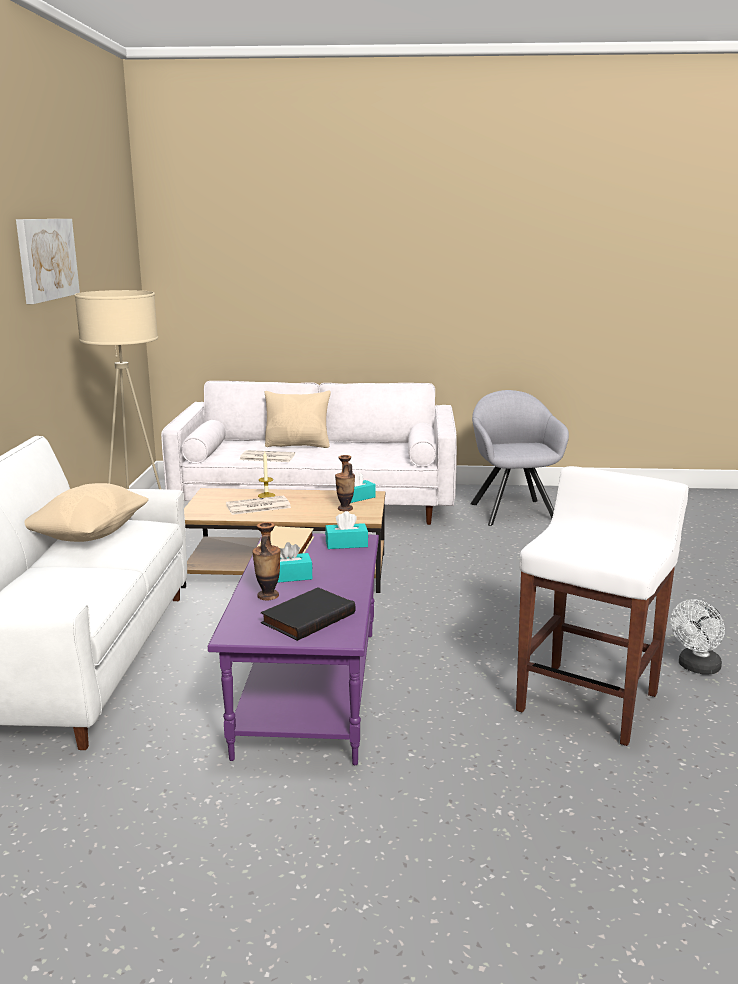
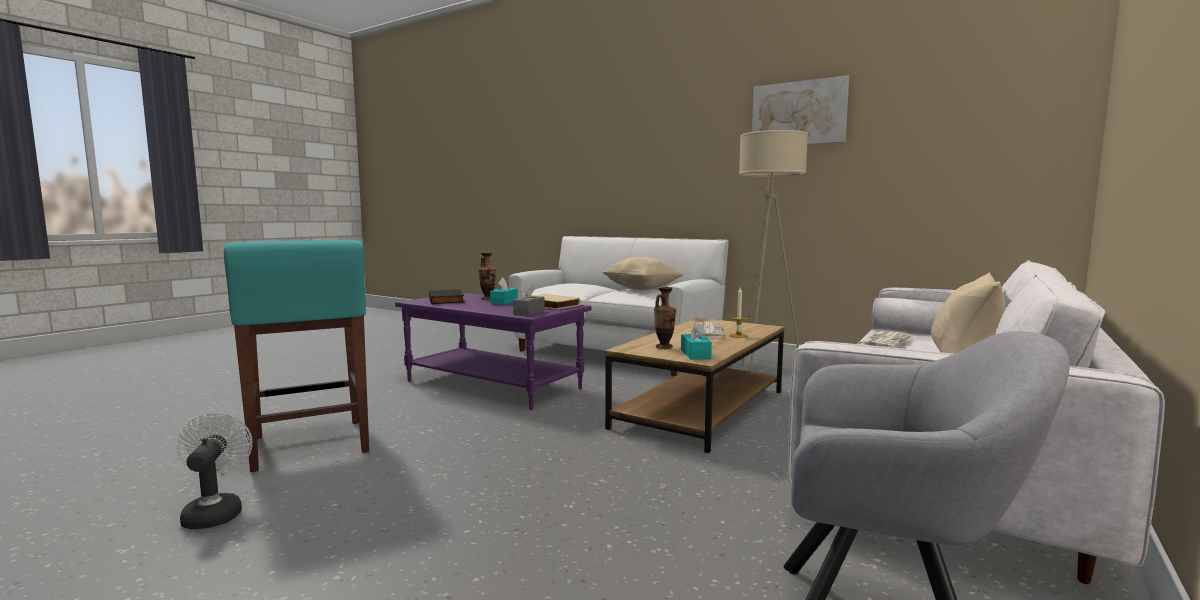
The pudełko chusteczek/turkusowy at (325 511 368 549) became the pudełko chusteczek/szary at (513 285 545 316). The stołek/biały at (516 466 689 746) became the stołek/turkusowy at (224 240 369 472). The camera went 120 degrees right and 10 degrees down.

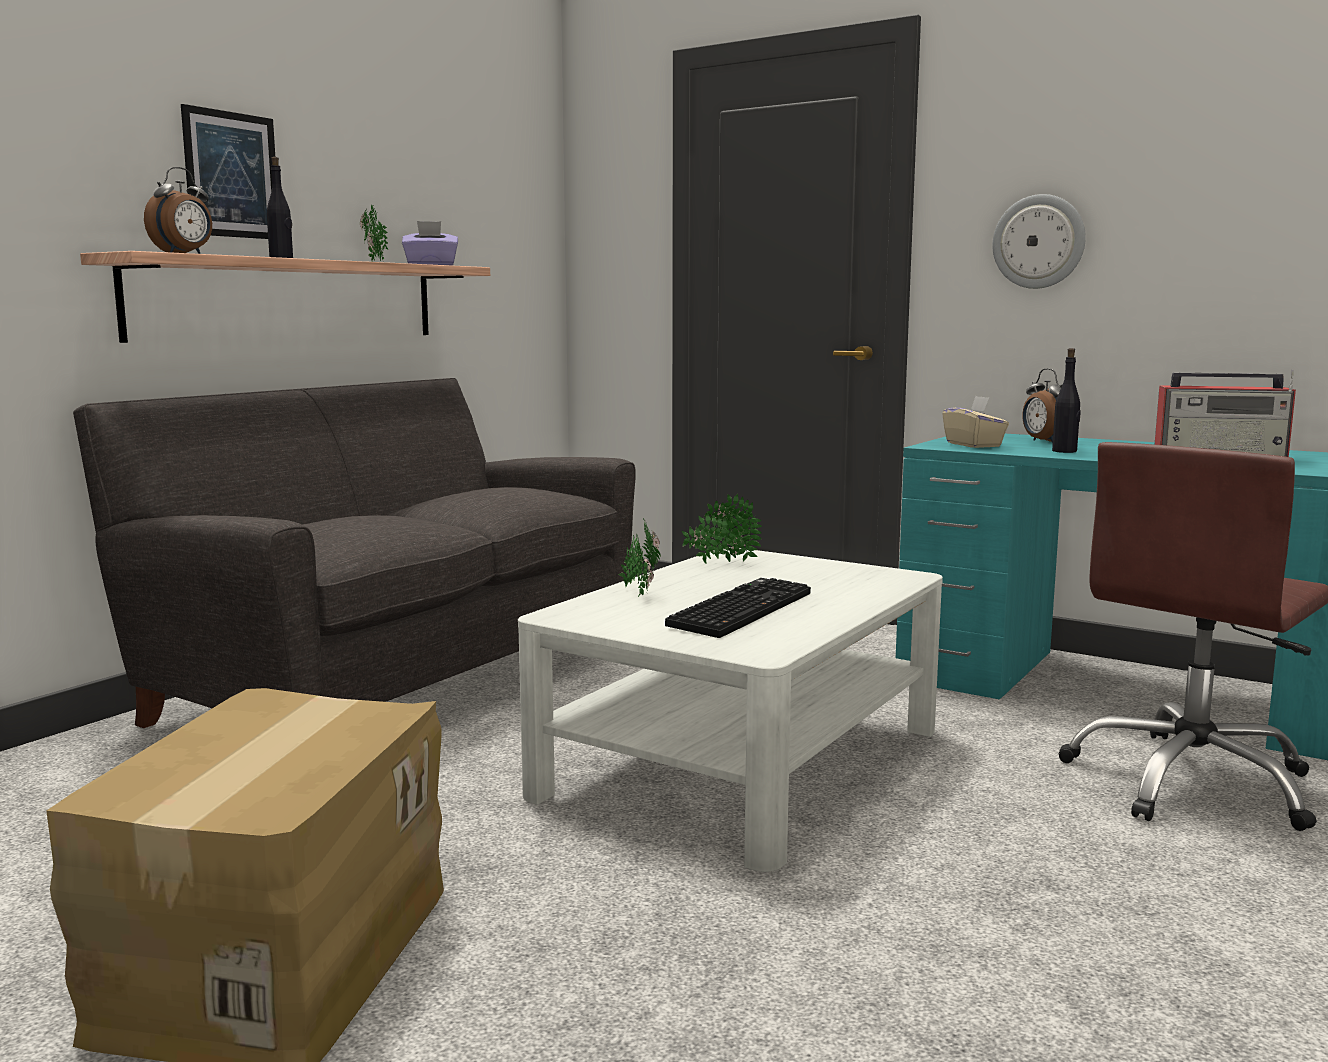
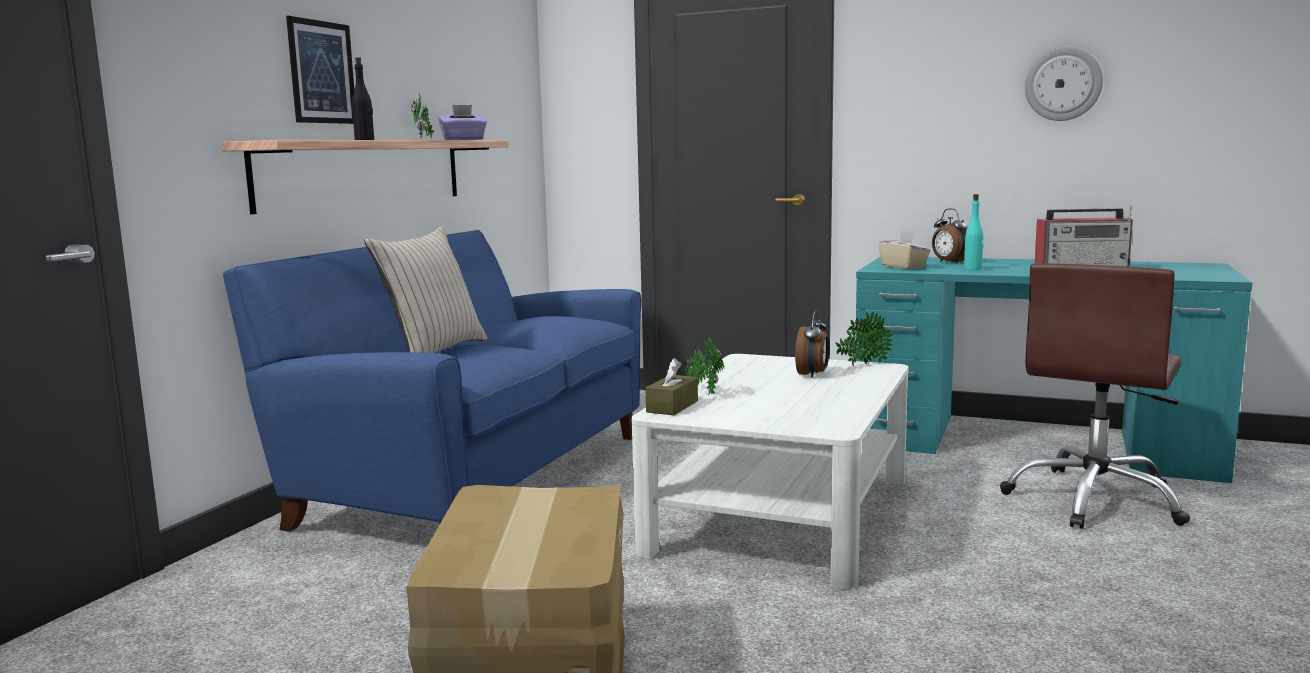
The kanapa/szary at (73 378 636 728) became the kanapa/niebieski at (223 230 641 532). The budzik moved from (144 167 212 254) to (795 311 829 378). The klawiatura at (665 578 811 638) disappeared. The roślina doniczkowa moved from (682 494 762 564) to (836 311 893 366). The zegar ścienny moved from (992 194 1086 289) to (1025 47 1103 121). The butelka/czarny at (1052 348 1081 453) became the butelka/turkusowy at (964 194 984 270). The poduszka/beżowy at (364 226 487 353) appeared. The pudełko chusteczek/brązowy at (645 358 698 415) appeared. The camera went 10 degrees left and 0 degrees up.

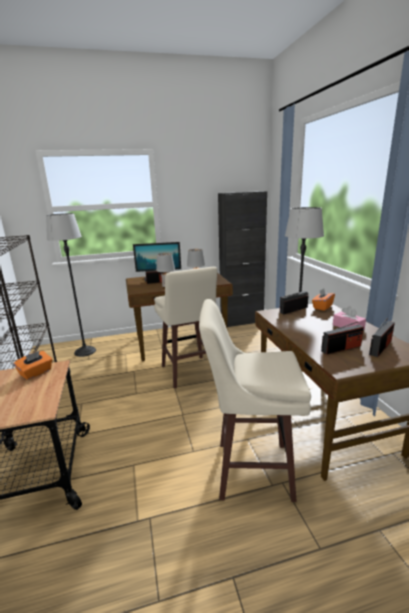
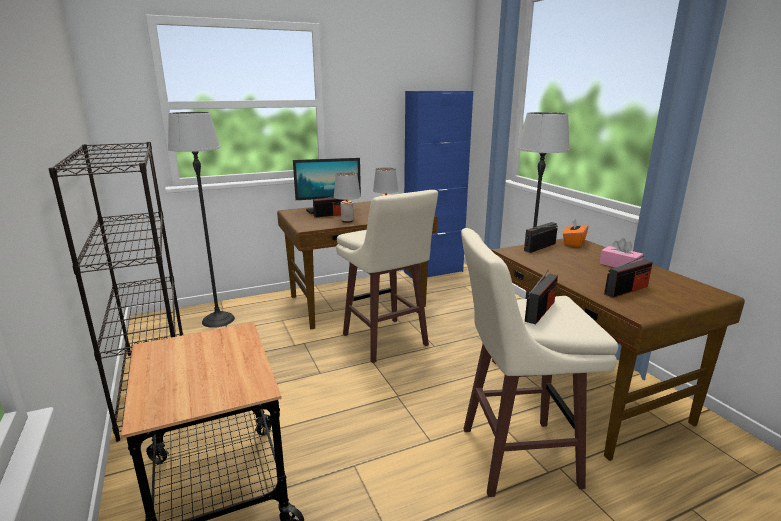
The pudełko chusteczek/pomarańczowy at (13 351 52 380) disappeared. The szafka/czarny at (218 191 267 327) became the szafka/niebieski at (404 91 473 279). The radio moved from (369 318 395 357) to (525 269 558 325). The camera went 10 degrees left and 0 degrees up.

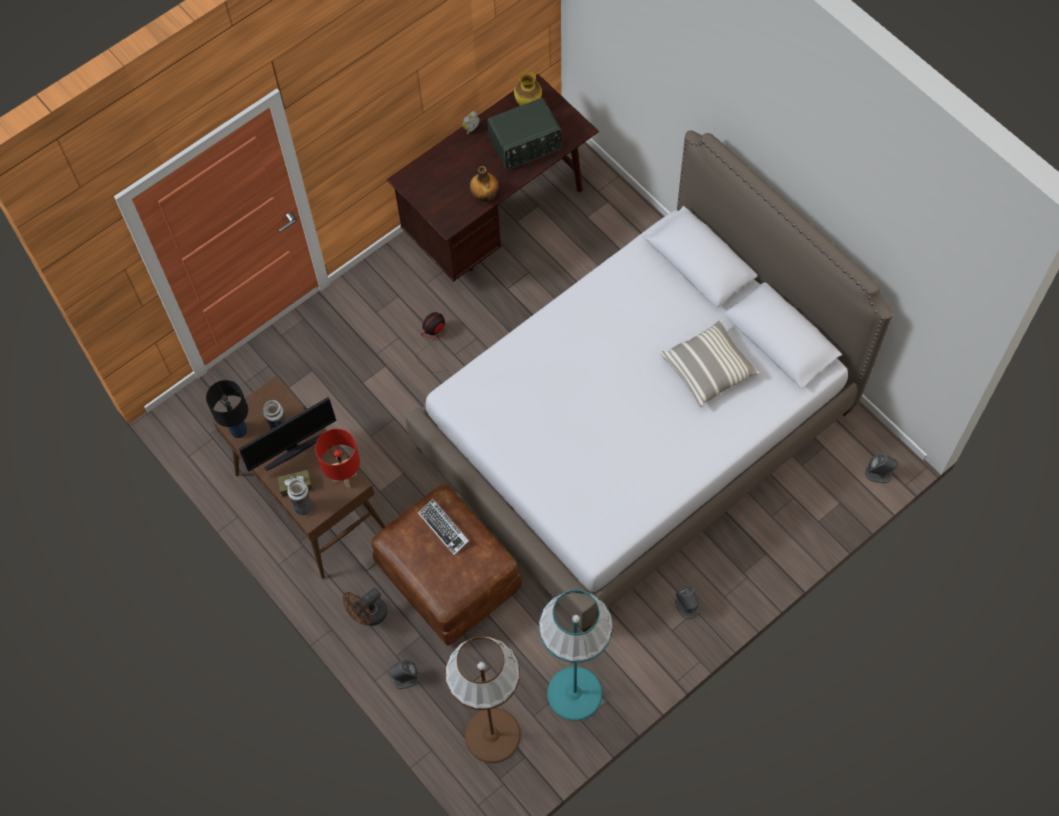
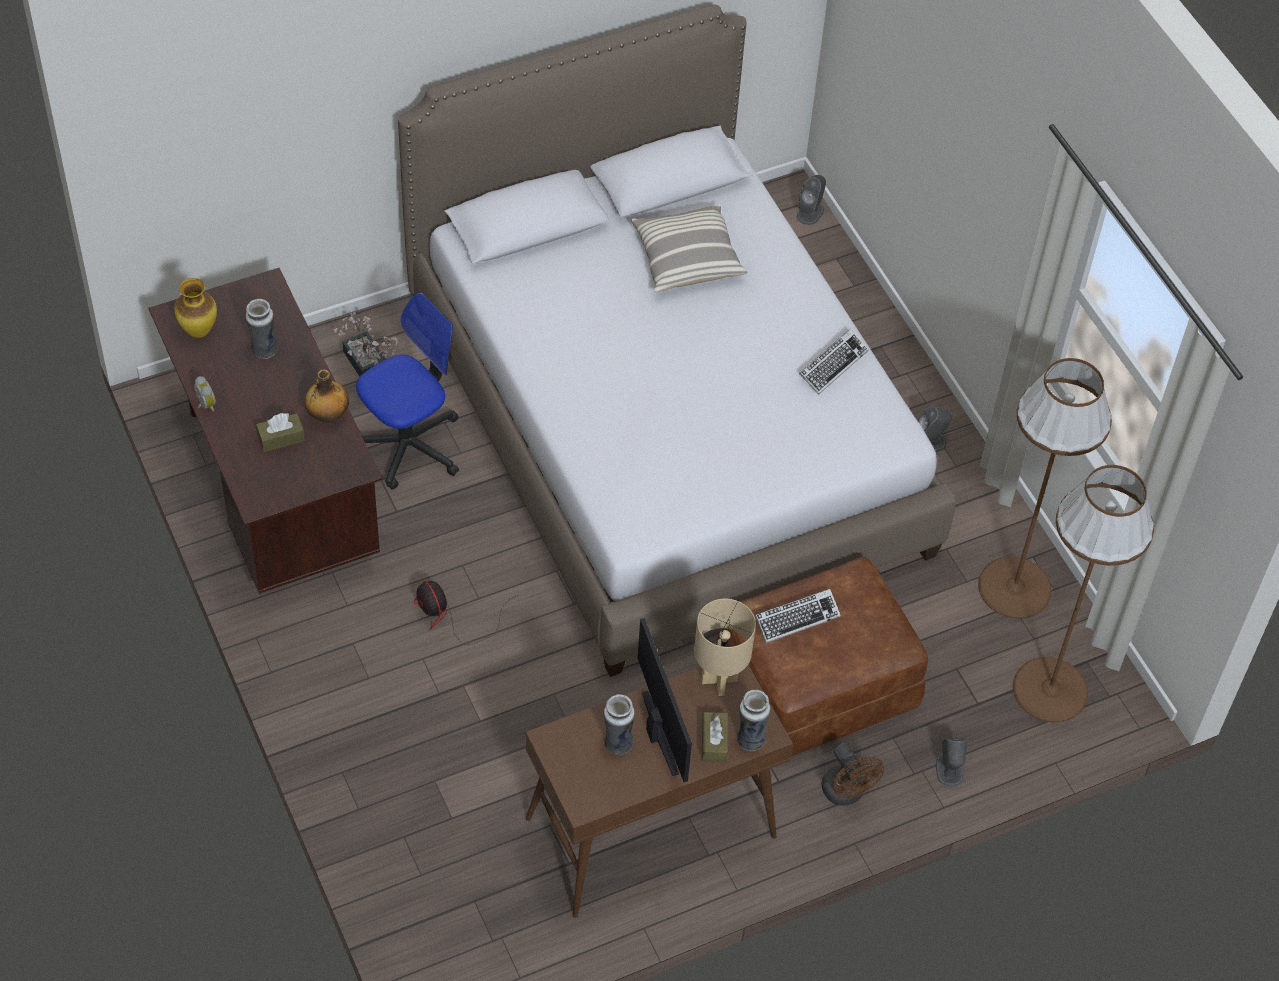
The lampa stołowa/czarny at (206 380 248 438) disappeared. The lampa stołowa/czerwony at (315 429 360 488) became the lampa stołowa/beżowy at (694 599 756 696). The radio at (487 98 562 170) was replaced by the wazon at (245 299 278 359). The lampa stojąca/turkusowy at (539 590 613 721) became the lampa stojąca/brązowy at (978 358 1112 618). The pudełko chusteczek/brązowy at (256 413 305 452) appeared. The roślina doniczkowa at (333 312 398 376) appeared. The krzesło biurowe at (356 293 459 489) appeared. The klawiatura at (799 328 869 395) appeared. The camera went 80 degrees left and 10 degrees down.

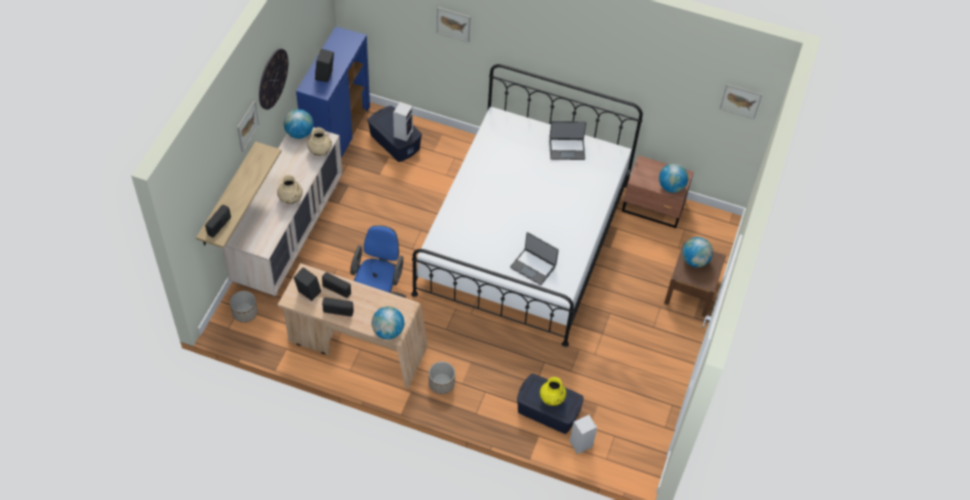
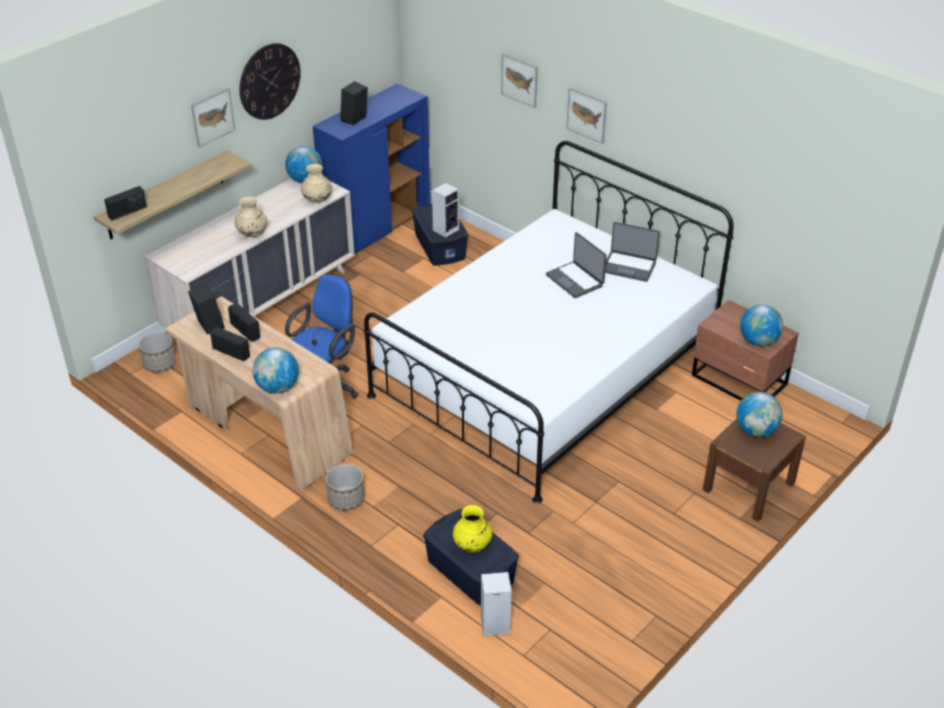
The laptop moved from (510 232 559 285) to (546 232 607 298). The obraz moved from (720 84 762 119) to (566 87 607 144). The camera went 25 degrees right and 15 degrees down.

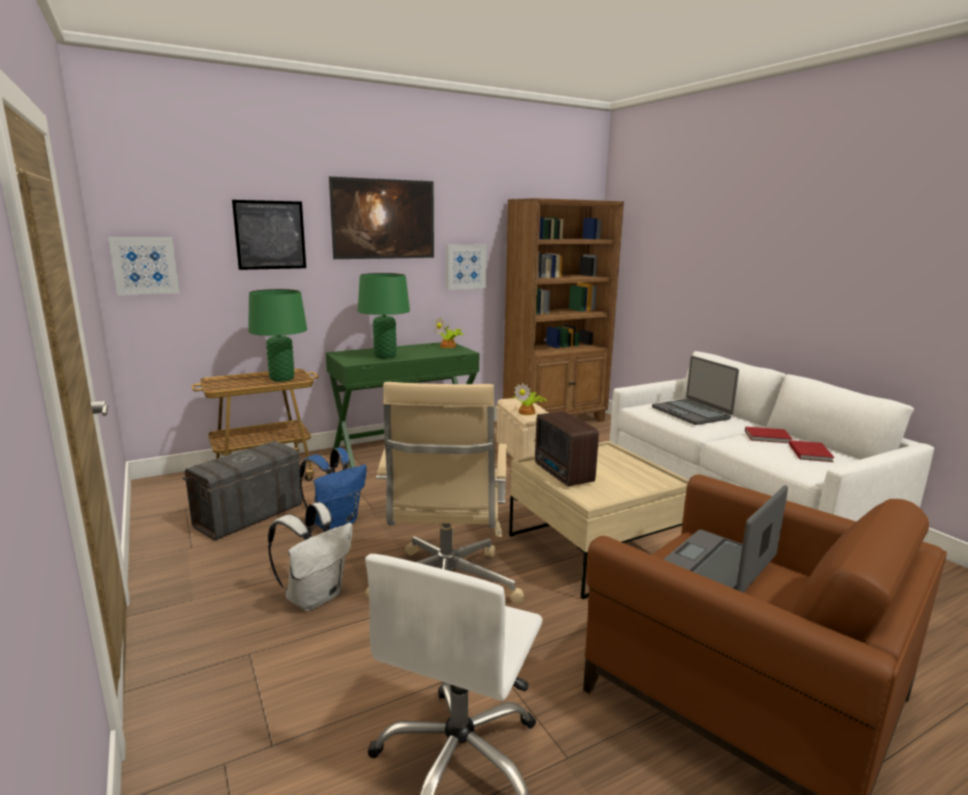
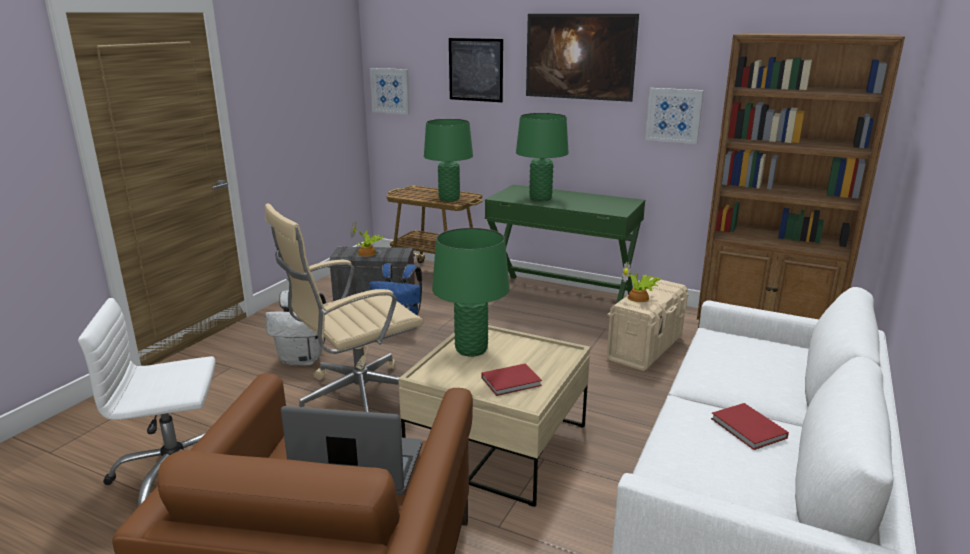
The roślina doniczkowa moved from (434 317 463 348) to (350 221 383 257). The radio at (535 411 599 486) was replaced by the lampa stołowa/zielony at (432 228 510 357). The laptop at (652 356 739 425) disappeared. The książka/czerwony moved from (789 440 835 462) to (482 363 542 396). The camera went 55 degrees right and 5 degrees up.

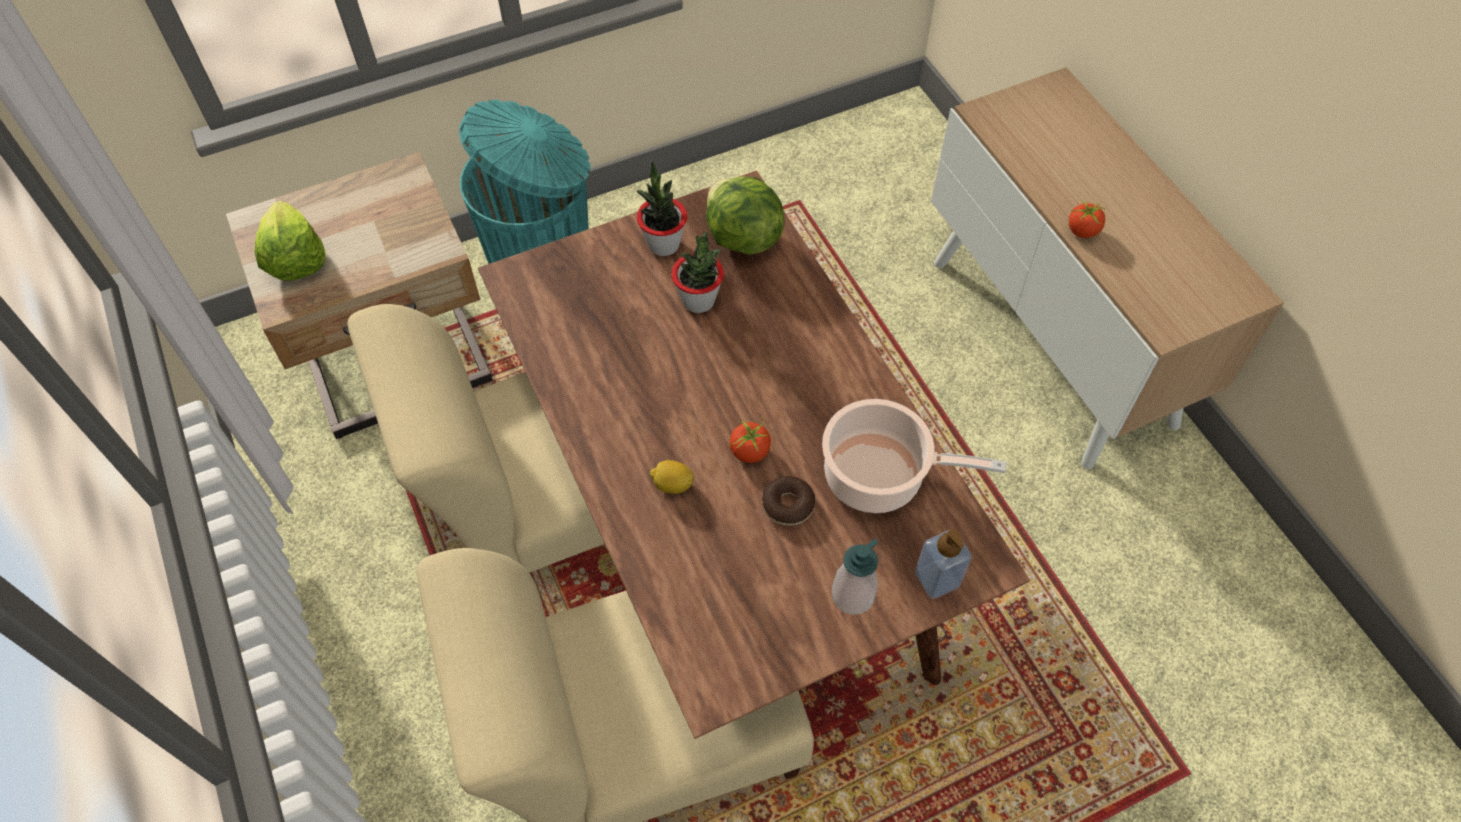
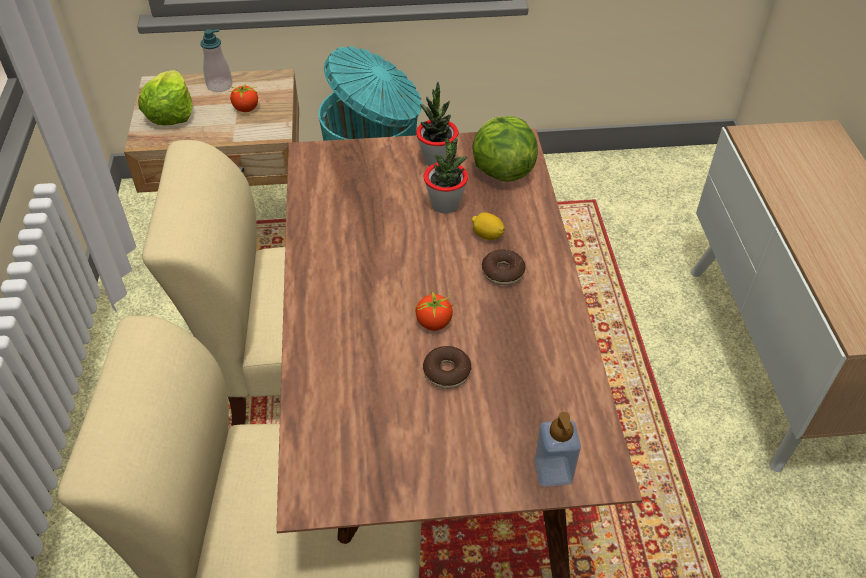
The cytryna moved from (650 460 694 494) to (471 212 505 240). The garnek at (822 399 1007 513) disappeared. The dozownik mydła moved from (831 539 879 615) to (200 29 232 92). The pomidor moved from (1069 199 1106 238) to (228 84 258 112). The donut at (482 249 525 285) appeared. The camera went 20 degrees right and 10 degrees down.

